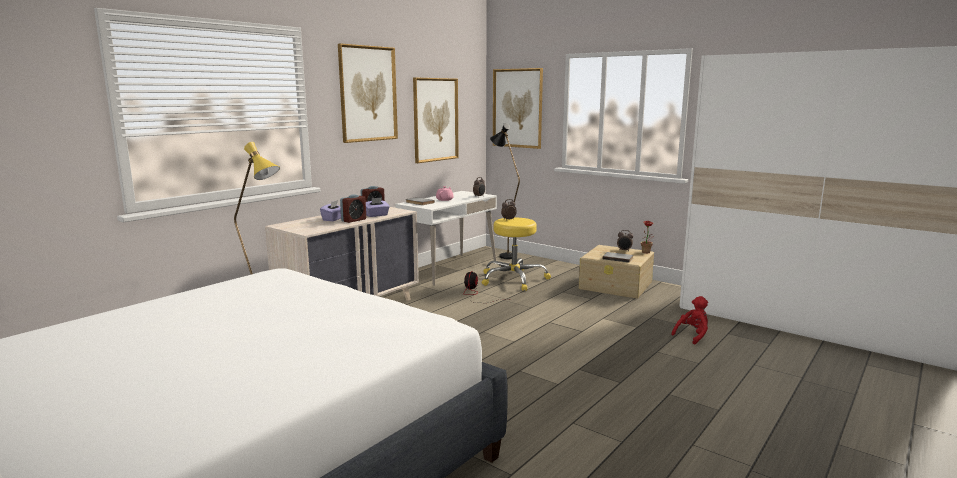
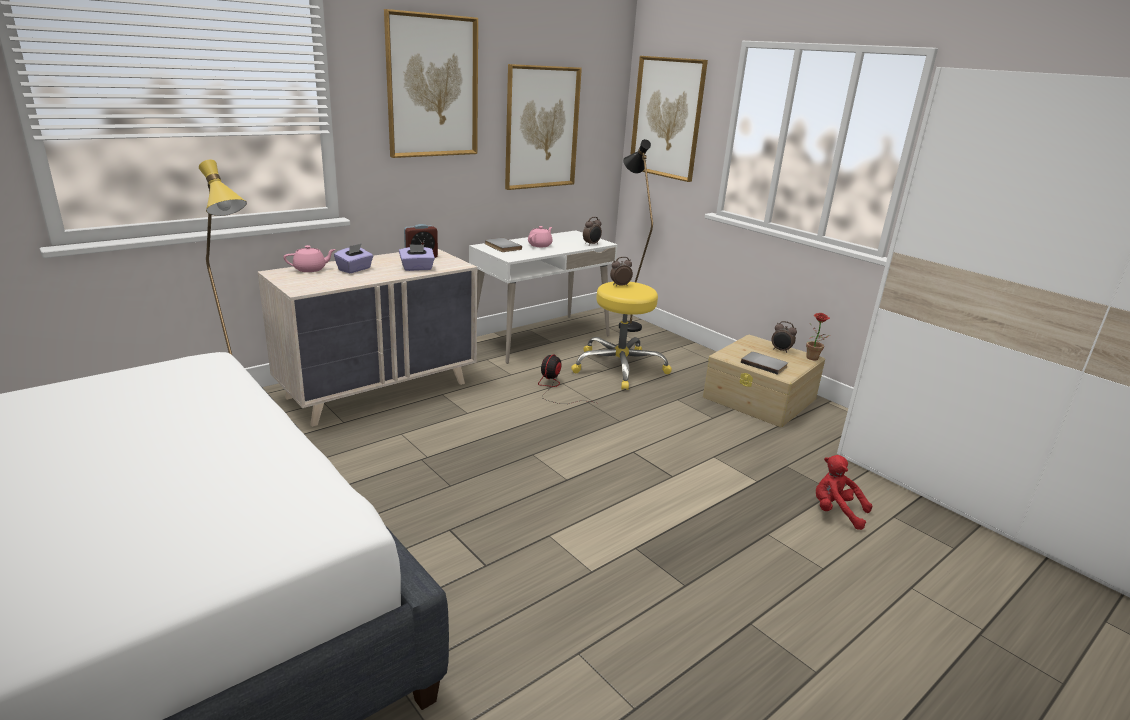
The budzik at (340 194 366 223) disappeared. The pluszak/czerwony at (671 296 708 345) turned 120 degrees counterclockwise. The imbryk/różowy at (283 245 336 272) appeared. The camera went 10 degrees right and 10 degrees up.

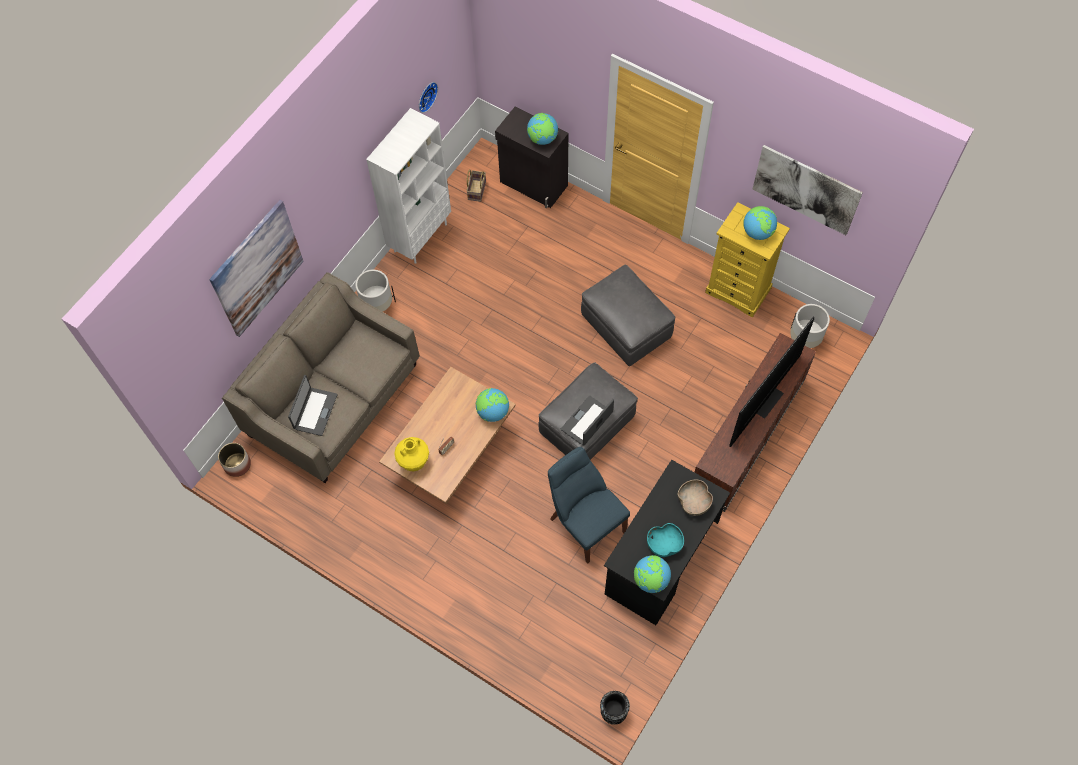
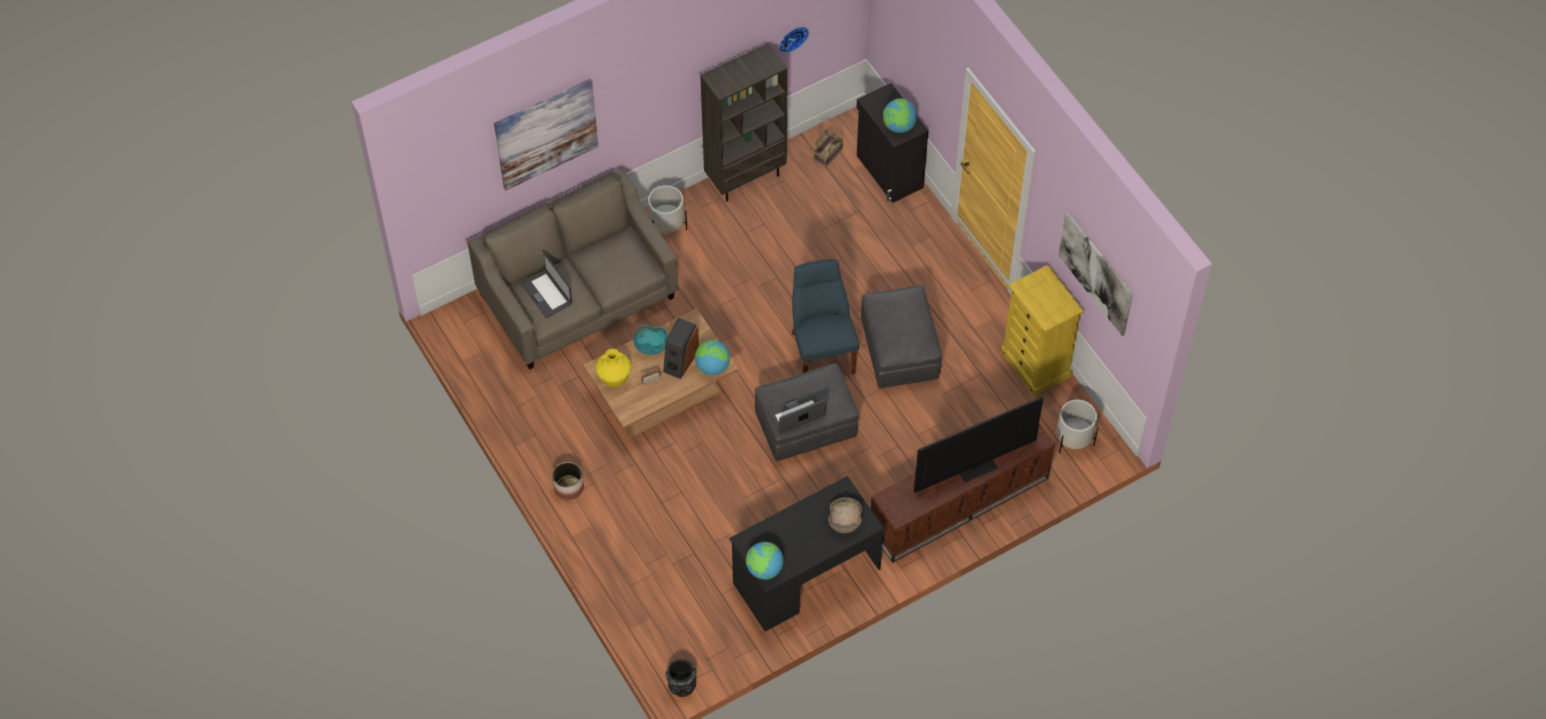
The donica moved from (218 443 251 477) to (552 462 584 500). The laptop at (288 375 337 436) turned 105 degrees clockwise. The regał/biały at (366 108 451 264) became the regał/brązowy at (700 43 787 201). The krzesło/niebieski moved from (548 447 630 564) to (792 259 859 374). The miska/turkusowy moved from (647 523 684 557) to (633 325 668 355). The globus at (743 206 777 240) disappeared. The głośnik at (663 318 699 379) appeared. The camera went 25 degrees right and 5 degrees down.

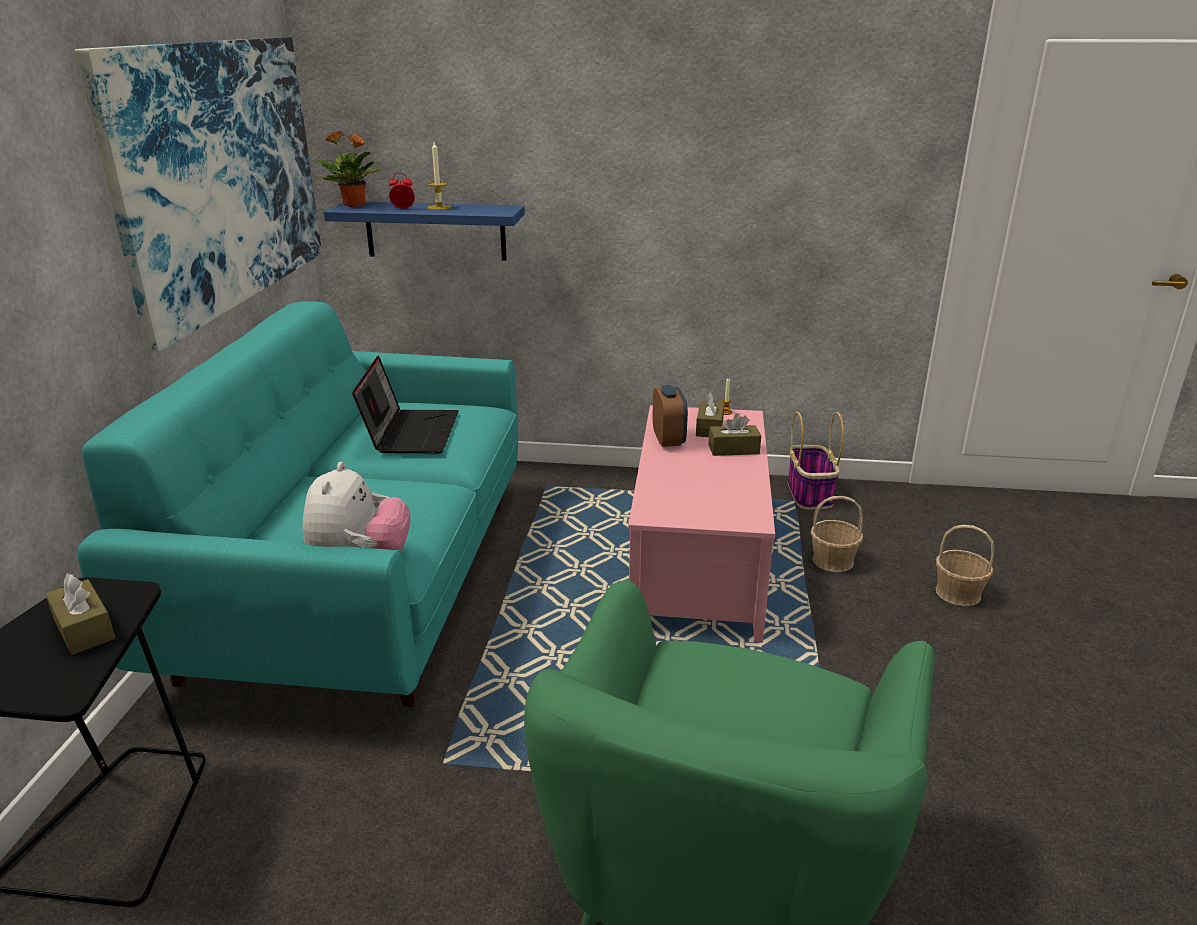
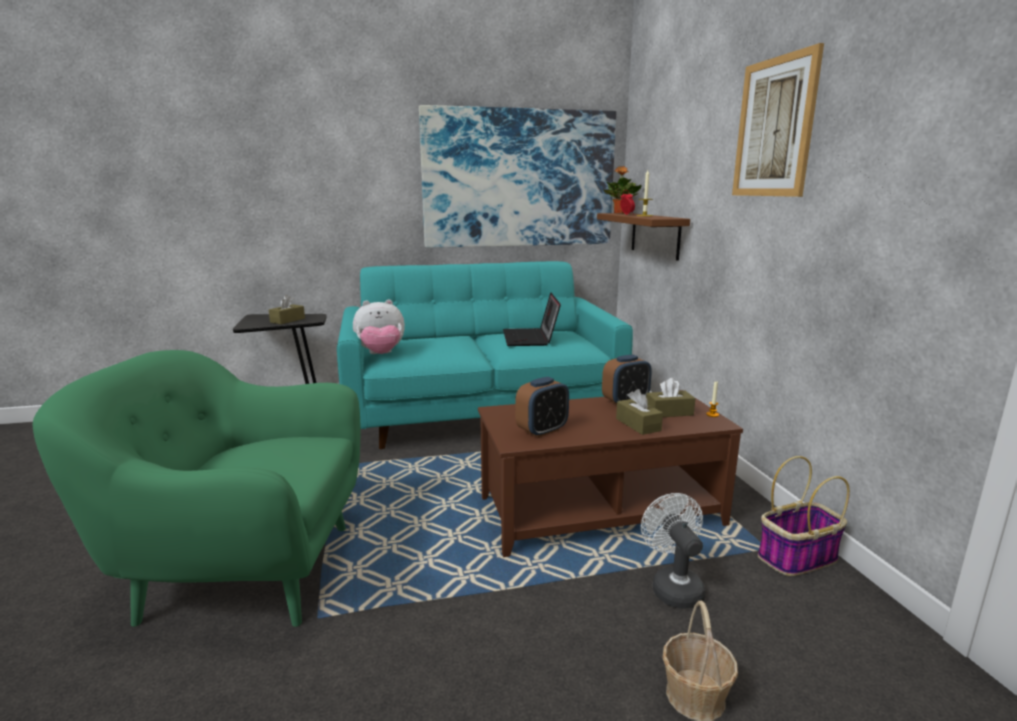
The półka/niebieski at (324 202 525 261) became the półka/brązowy at (597 213 690 261). The laptop at (352 355 459 453) turned 105 degrees clockwise. The ława/różowy at (628 405 775 643) became the ława/brązowy at (478 390 743 557). The koszyk at (811 496 863 572) was replaced by the wentylator/biały at (641 493 706 609). The budzik at (515 377 569 438) appeared. The obraz at (732 43 824 197) appeared. The camera went 70 degrees right and 10 degrees down.

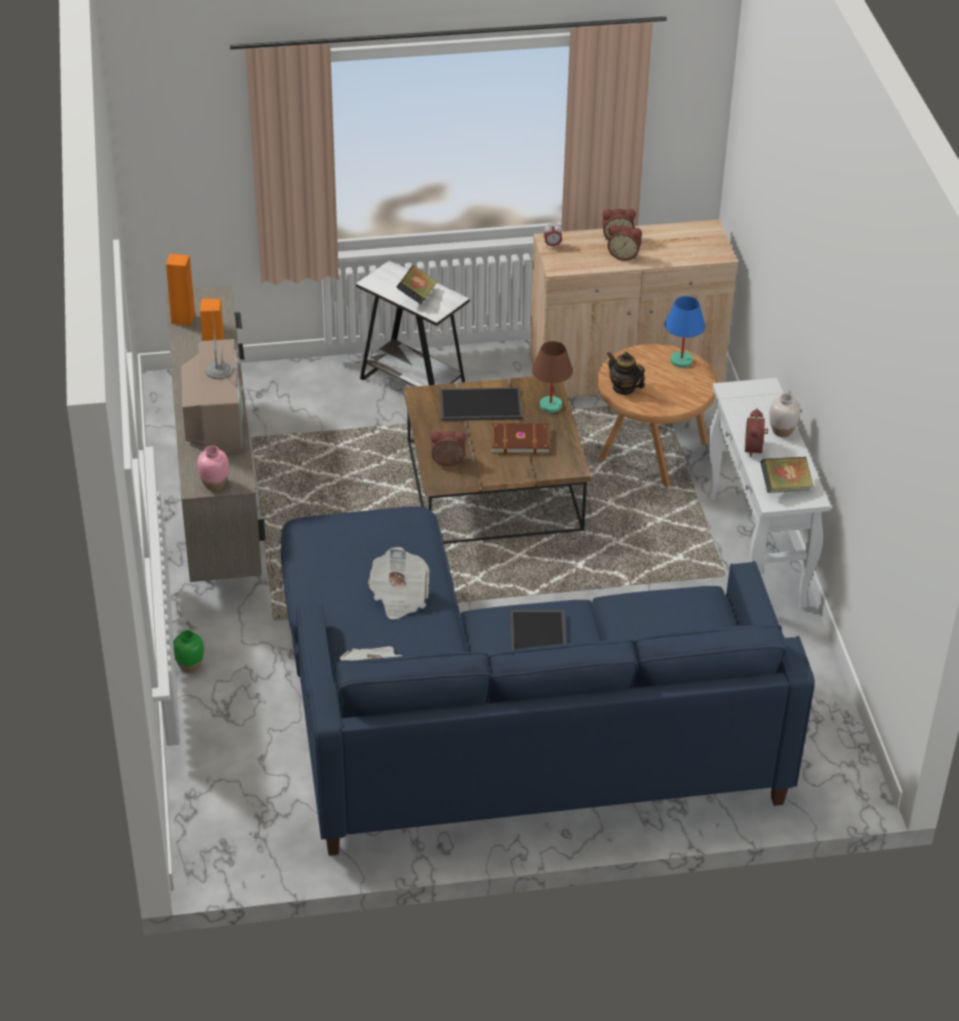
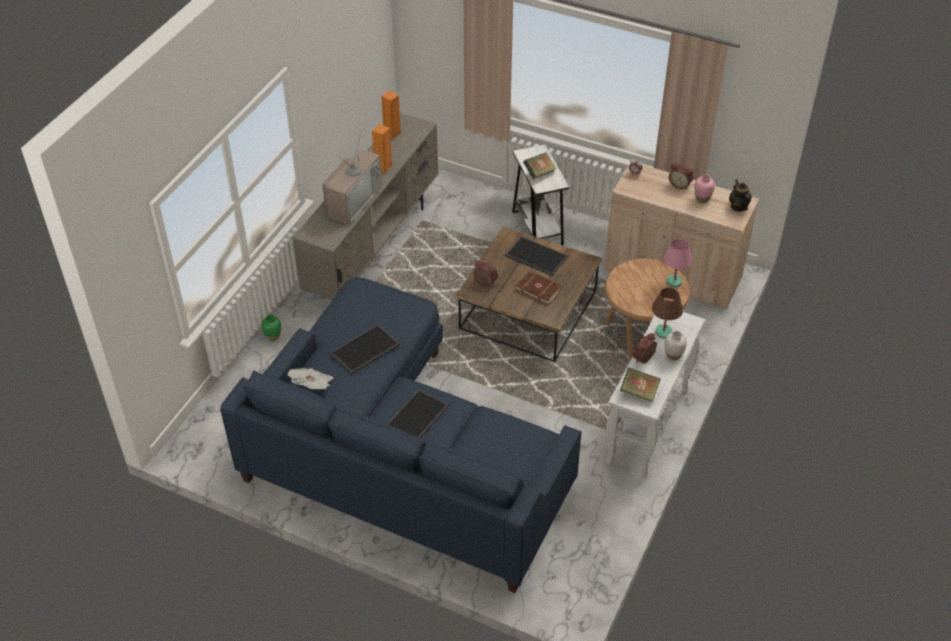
The wazon/różowy moved from (197 446 229 491) to (694 174 715 203). The gazeta at (368 547 430 620) was replaced by the taca at (330 324 400 374). The lampa stołowa/brązowy moved from (532 341 573 413) to (652 288 683 339). The imbryk moved from (607 352 645 395) to (729 179 752 212). The budzik at (608 225 642 261) disappeared. The lampa stołowa/niebieski at (664 296 705 368) became the lampa stołowa/różowy at (663 239 692 287). The camera went 35 degrees right and 5 degrees up.

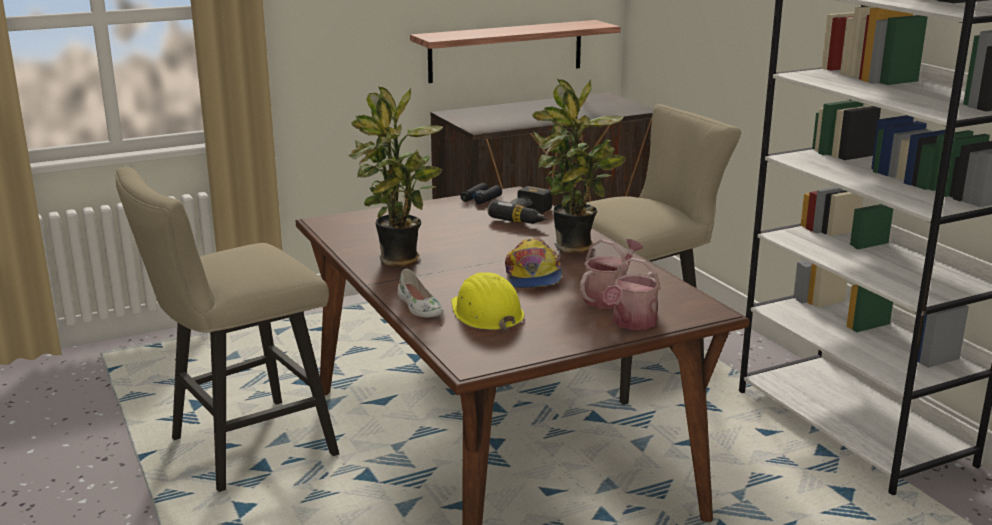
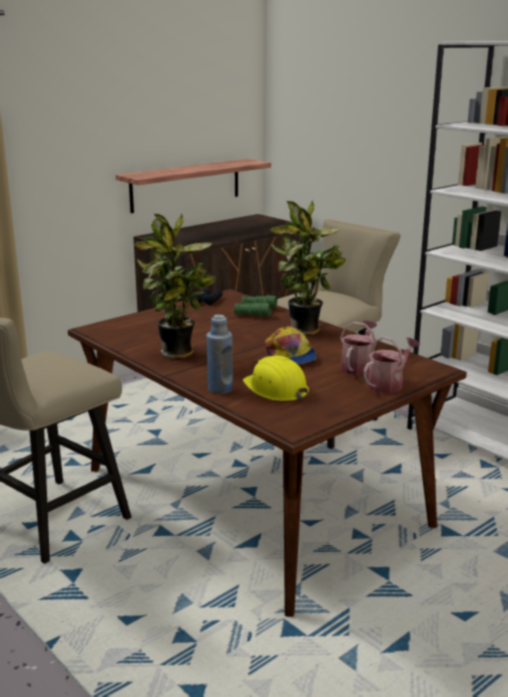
The but/biały at (398 269 444 317) was replaced by the butelka/niebieski at (207 315 233 394). The wiertarka at (488 186 552 224) was replaced by the lornetka/zielony at (234 295 277 317). The konewka at (603 258 660 330) turned 150 degrees counterclockwise. The camera went 15 degrees left and 0 degrees up.

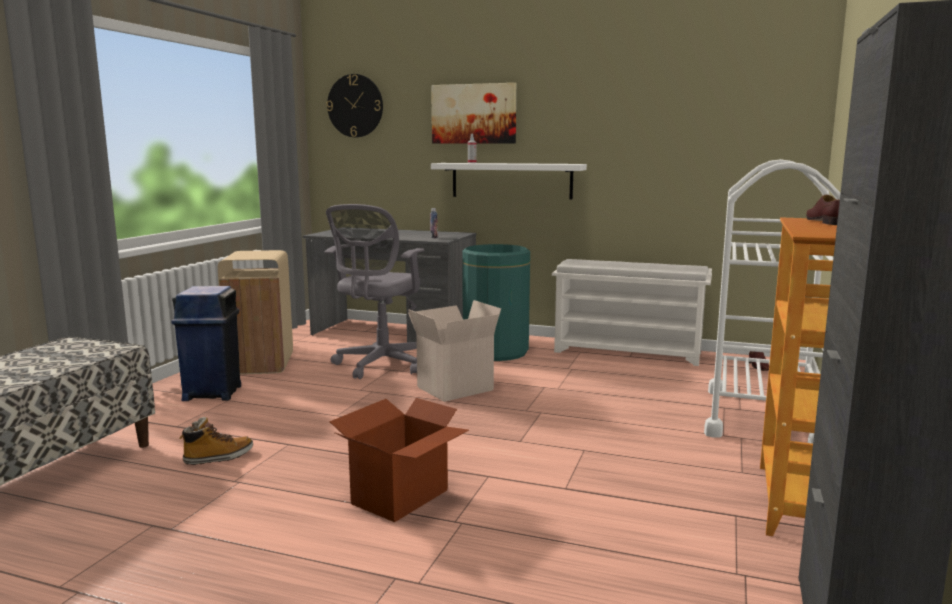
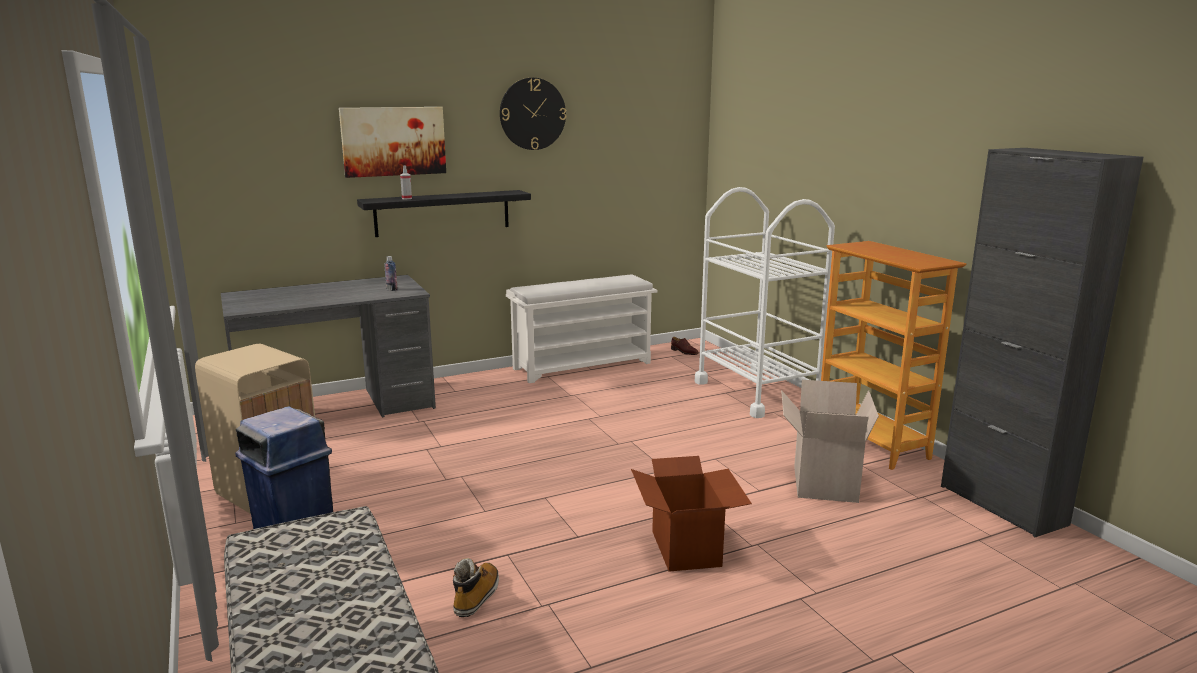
The krzesło biurowe/szary at (324 204 424 379) disappeared. The zegar ścienny moved from (327 74 383 137) to (500 78 566 150). The karton moved from (408 300 501 402) to (781 380 879 503). The półka/biały at (431 163 587 200) became the półka/czarny at (357 190 531 237). The kosz na śmieci/zielony at (462 244 530 361) disappeared. The but/brązowy at (806 195 840 225) disappeared. The camera went 45 degrees left and 5 degrees up.

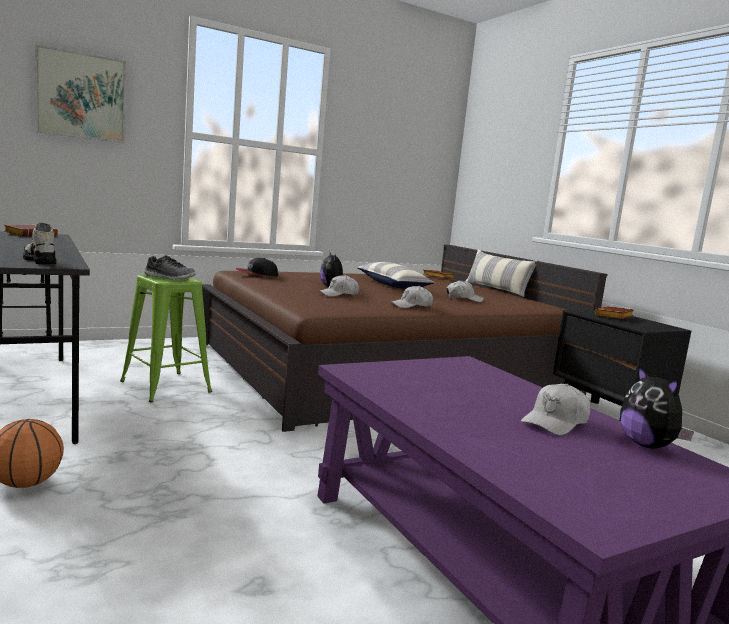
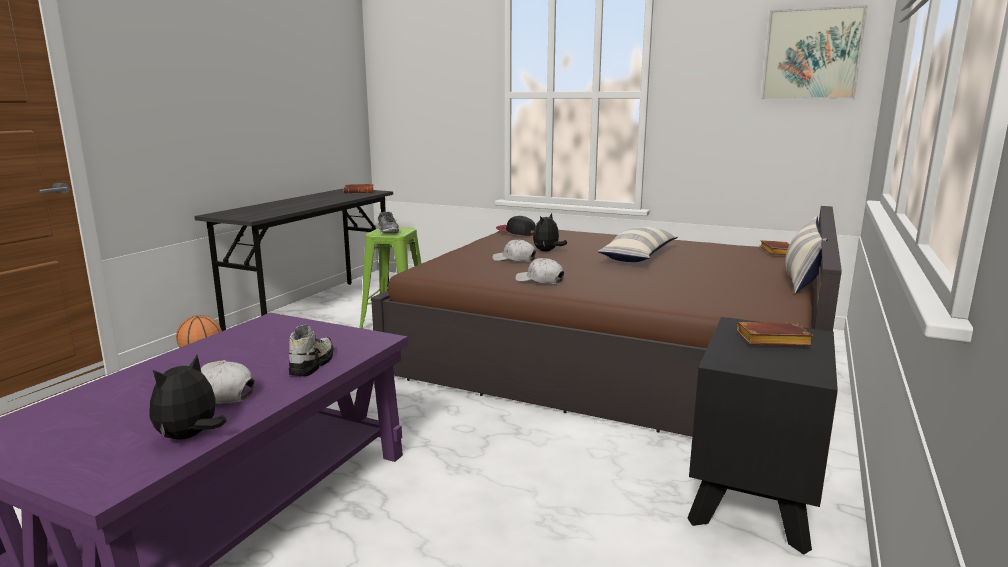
The but moved from (23 223 56 264) to (289 324 334 376). The obraz moved from (35 44 126 143) to (761 5 868 99). The czapka z daszkiem/biały at (446 280 484 302) disappeared. The camera went 55 degrees right and 5 degrees up.

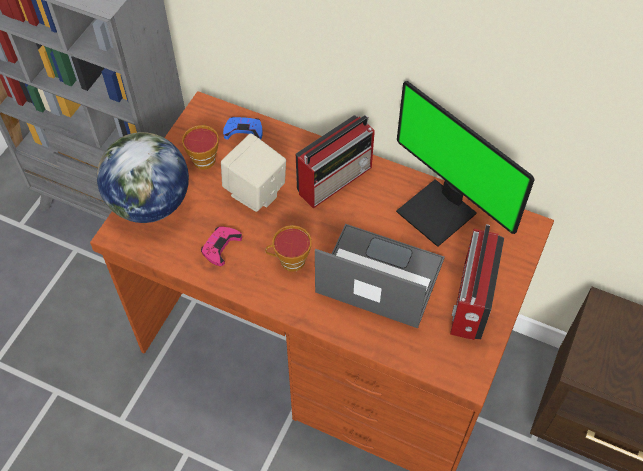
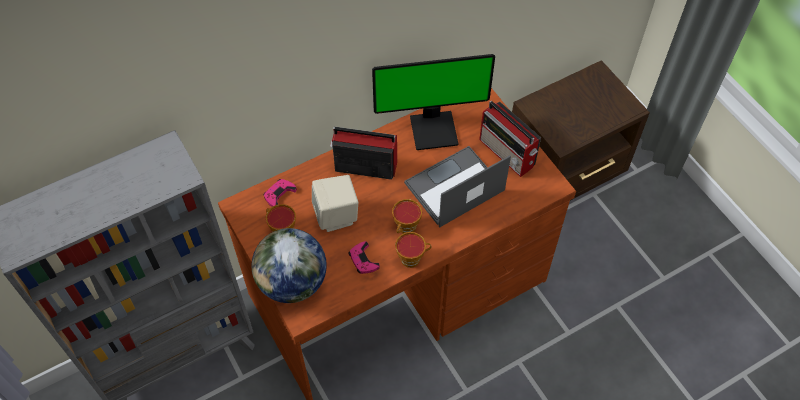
The pad do gier/niebieski at (223 117 263 140) became the pad do gier/różowy at (263 179 297 207). The radio at (296 115 375 209) turned 75 degrees counterclockwise. The filiżanka at (395 232 431 268) appeared. The camera went 55 degrees left and 0 degrees up.

